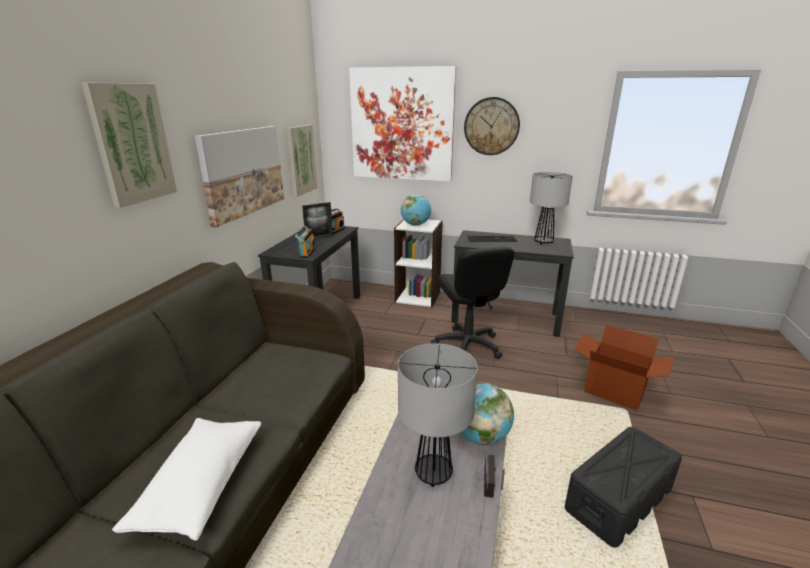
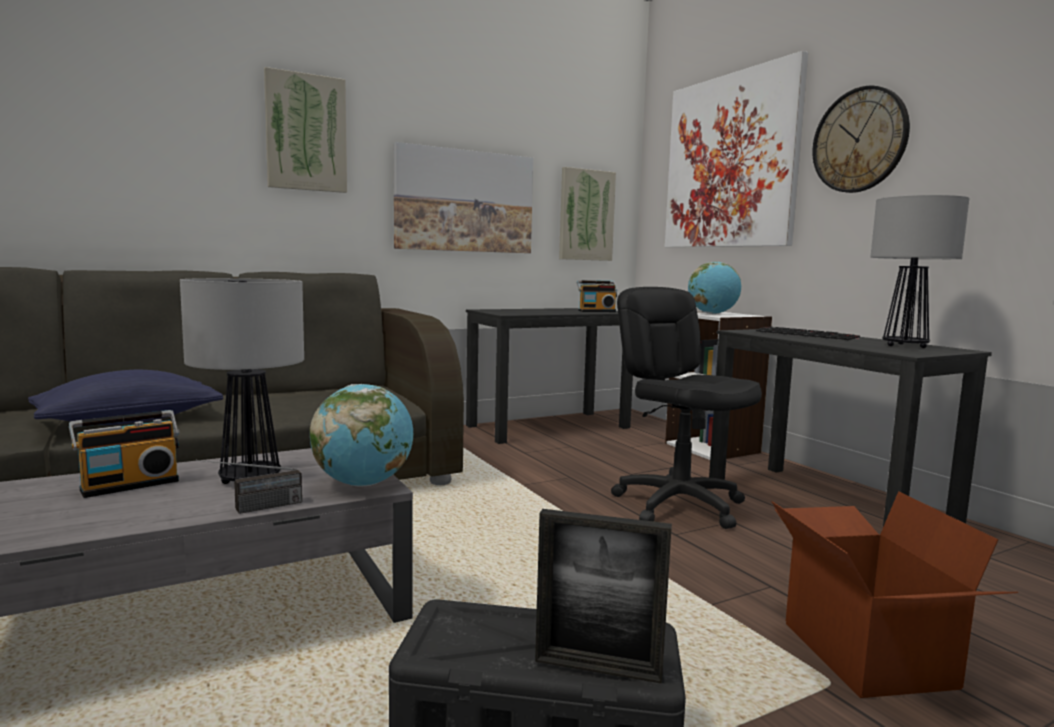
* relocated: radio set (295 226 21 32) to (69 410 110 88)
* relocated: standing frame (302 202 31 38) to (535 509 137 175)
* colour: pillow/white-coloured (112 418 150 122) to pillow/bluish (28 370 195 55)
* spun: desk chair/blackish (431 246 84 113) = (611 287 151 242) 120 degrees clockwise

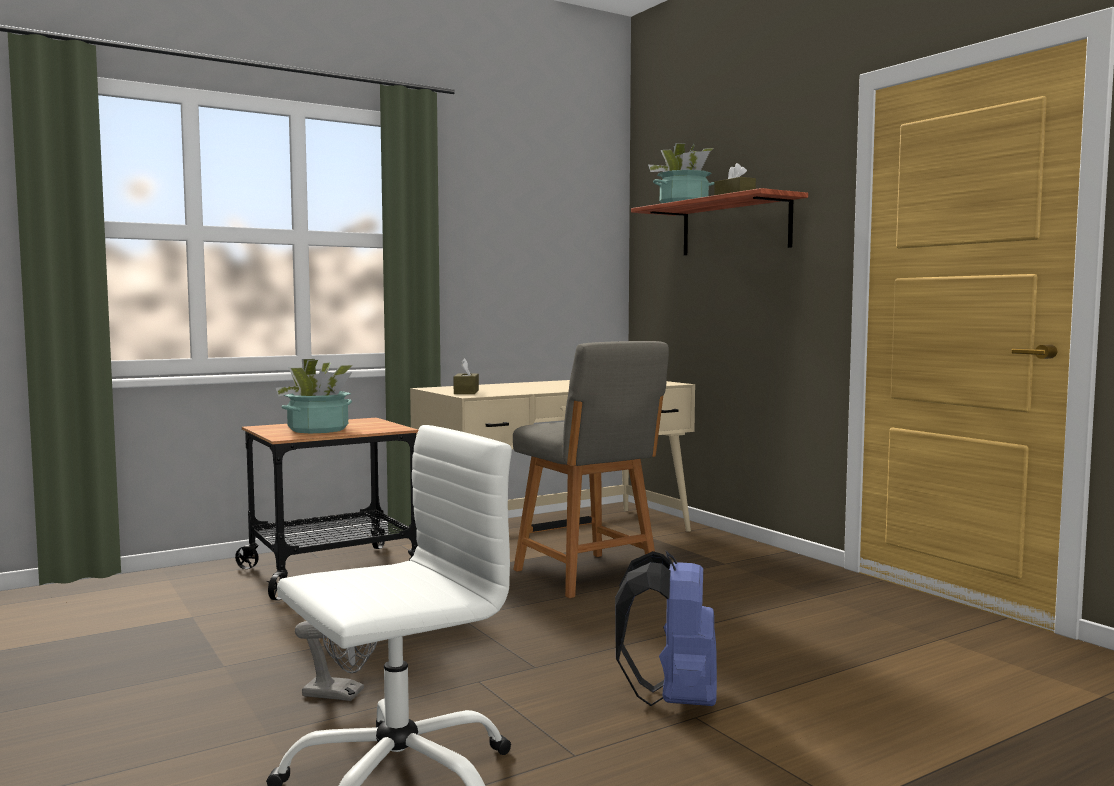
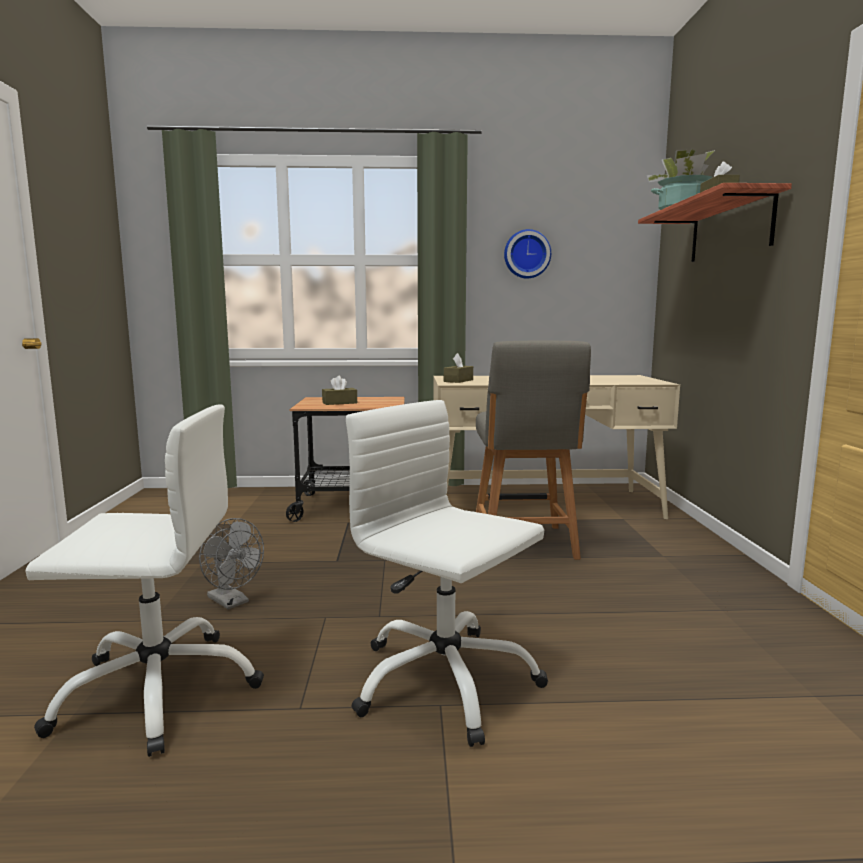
* appeared: hanging clock (504 229 47 49)
* exchanged: potted plant (276 359 77 74) to tissue holder/brown (322 376 35 29)
* exchanged: backpack/bluish (615 551 102 155) to desk chair/white-coloured (346 400 202 347)

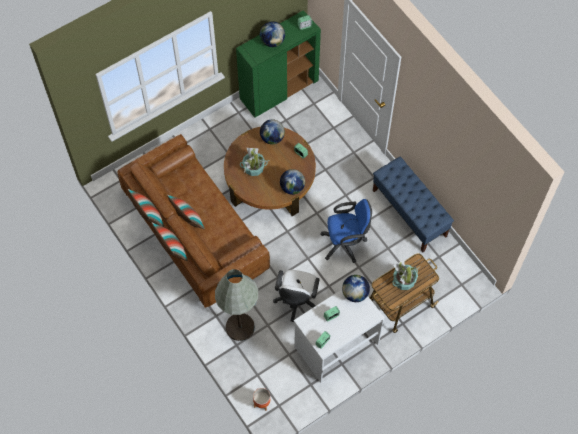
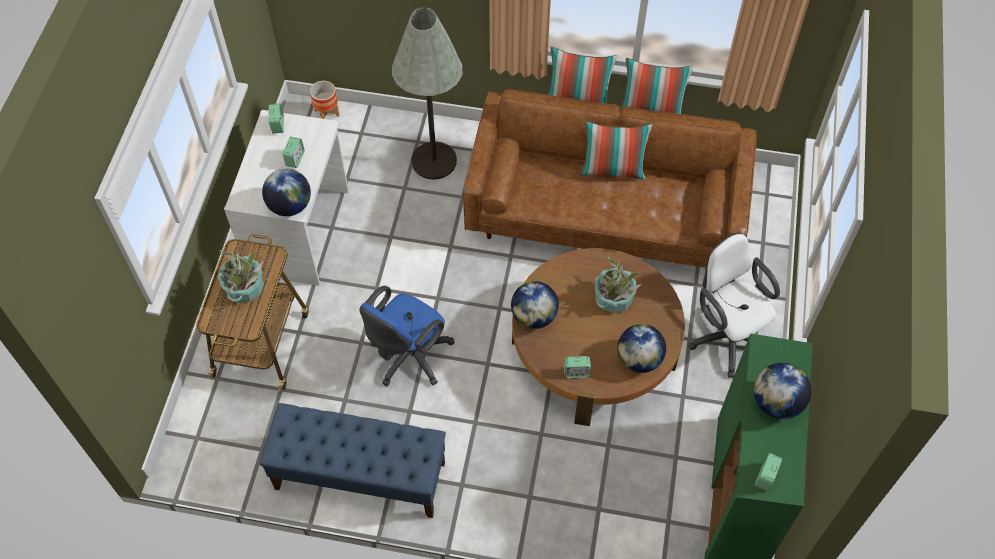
* relocated: desk chair/white-coloured (273 270 46 52) to (688 233 92 145)

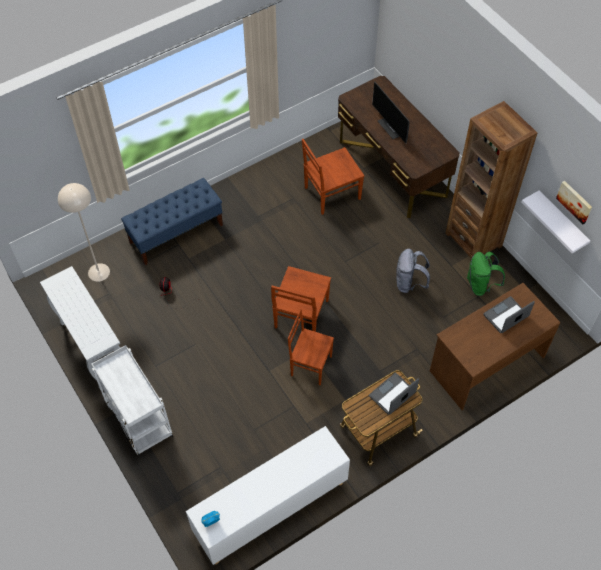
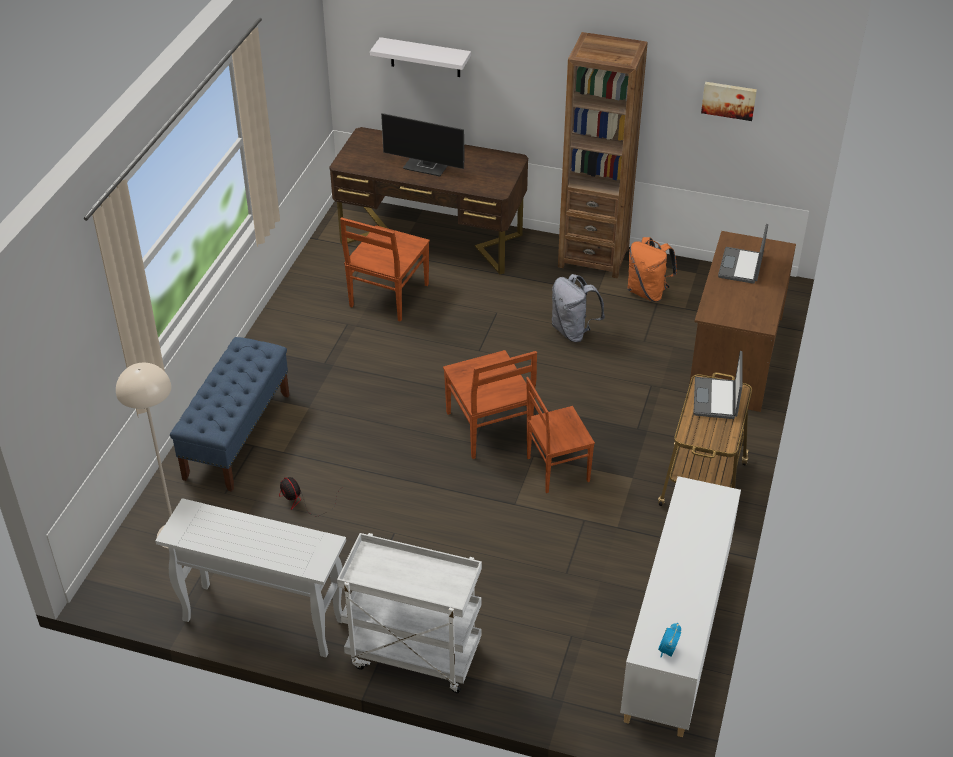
* relocated: bracket shelf/white-coloured (521 190 69 63) to (370 37 101 40)
* colour: backpack/greenish (467 252 38 44) to backpack/orange (627 237 50 65)

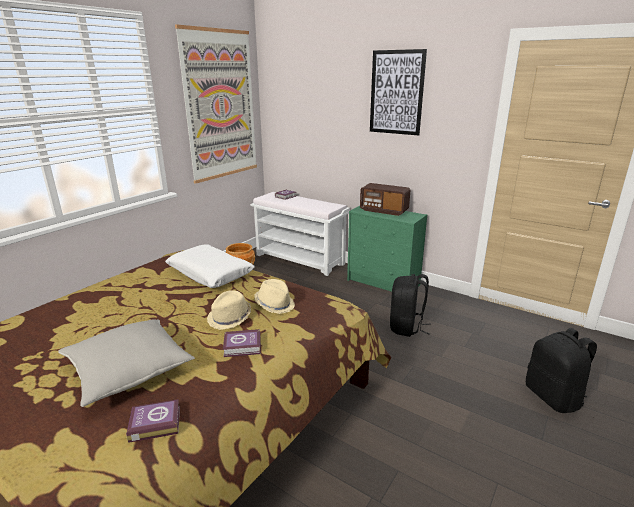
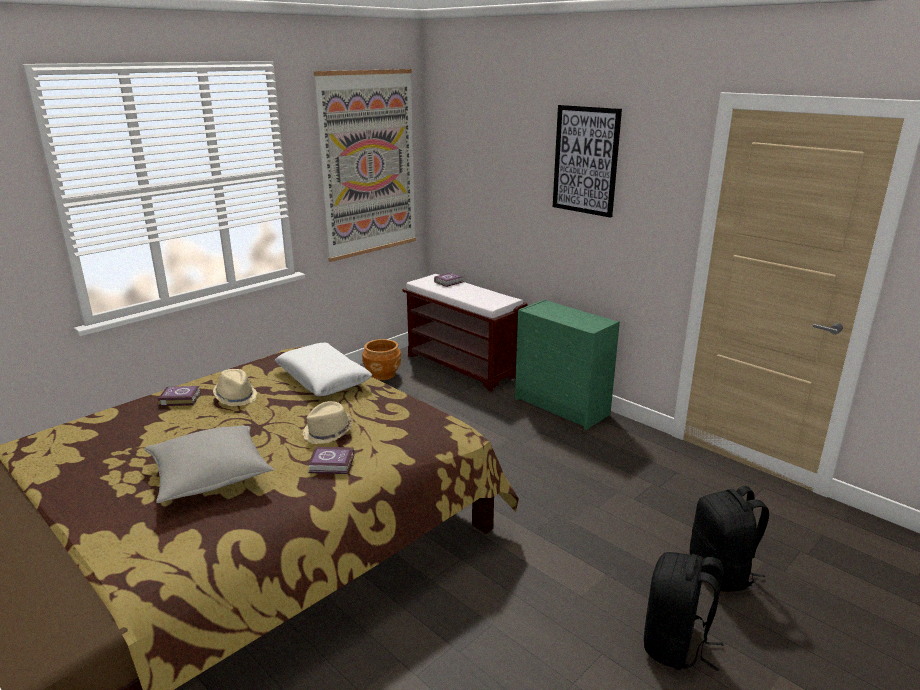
* missing: radio set (360 183 50 33)
* relocated: volume (126 399 54 44) to (157 386 44 20)
* relocated: hat/beige (254 279 41 35) to (213 369 45 37)
* relocated: backpack/blackish (390 274 41 63) to (644 552 80 119)
* colour: long seat/white-coloured (250 192 100 84) to long seat/brown (402 274 126 118)

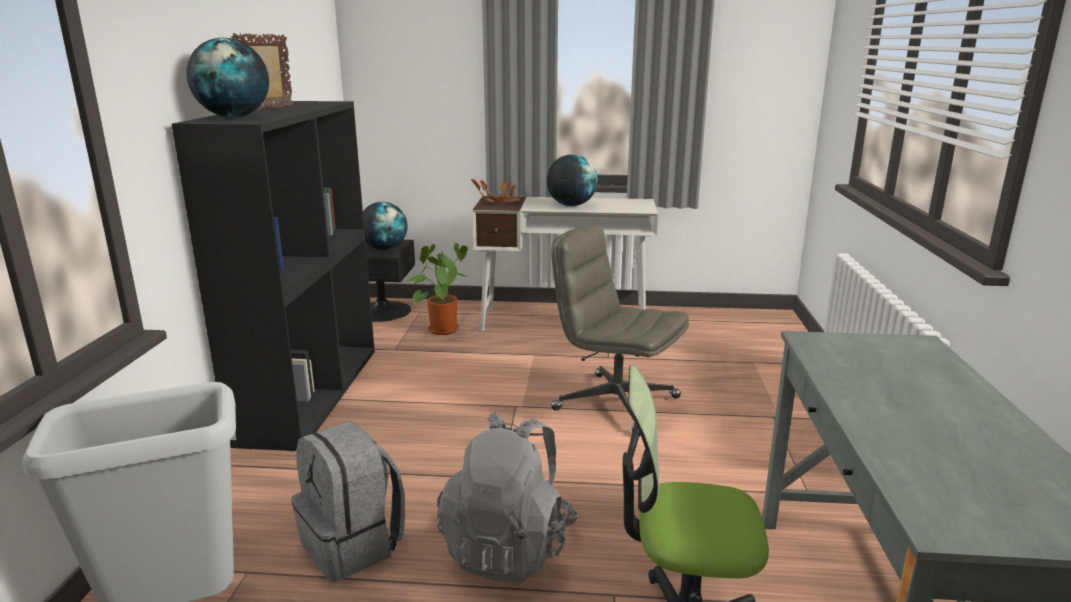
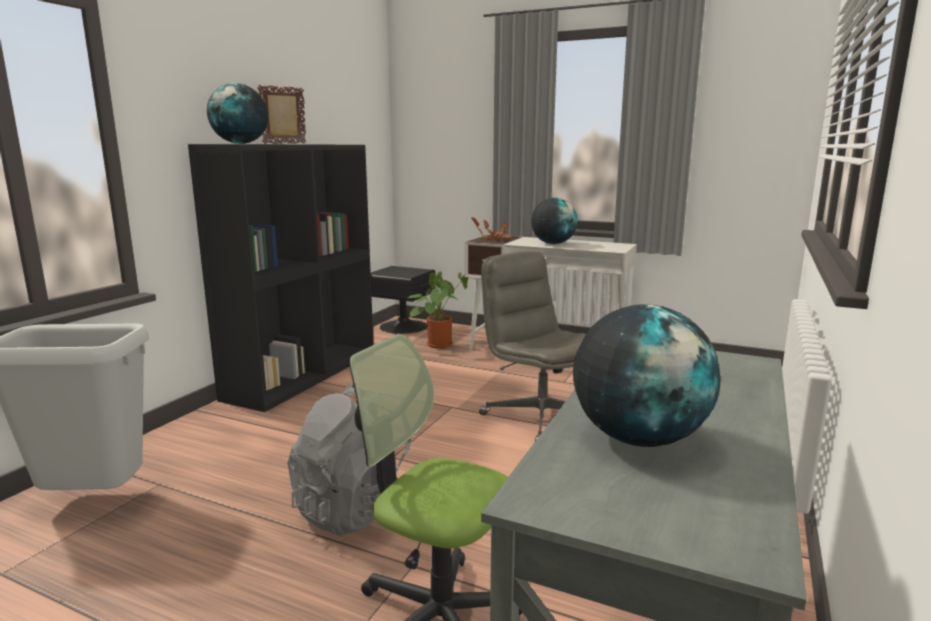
* missing: backpack/grey (291 421 114 160)
* relocated: world globe (363 202 45 48) to (573 304 147 143)

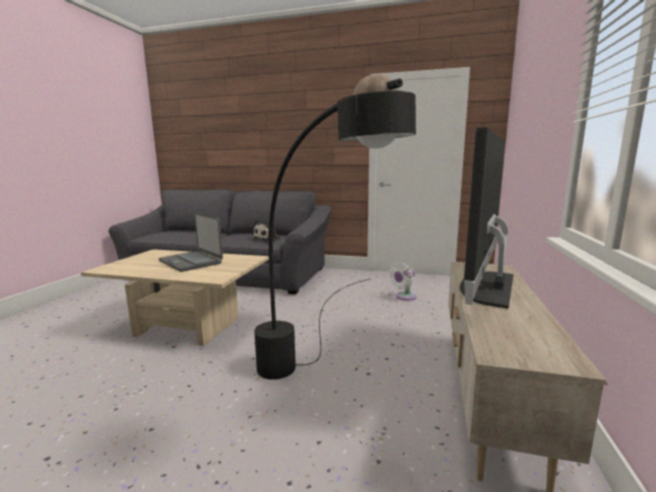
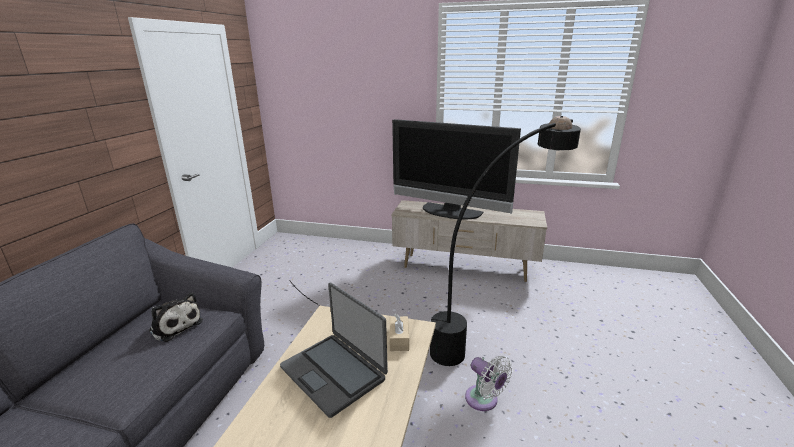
* appeared: tissue holder/beige (389 314 20 37)
* relocated: electric fan/white-coloured (390 262 27 39) to (465 356 47 55)
* spun: laptop (159 213 64 59) = (280 283 108 135) 90 degrees clockwise

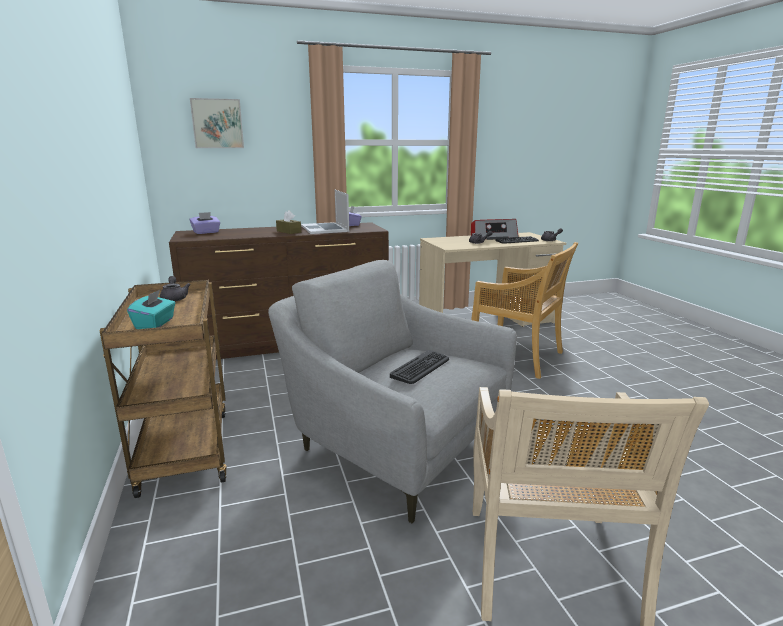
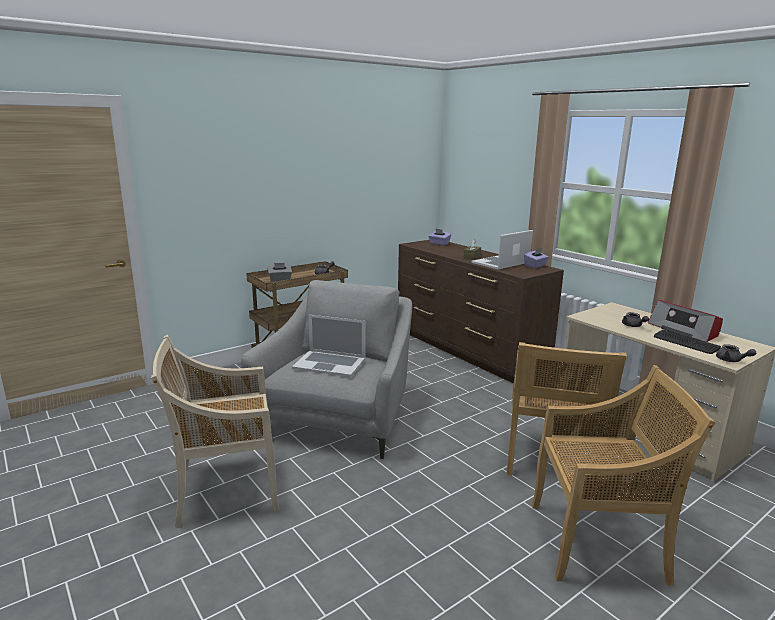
* missing: wall picture (190 98 54 50)
* appeared: chair/beige (532 365 184 221)
* exchanged: keyboard (390 350 59 34) to laptop (292 315 73 62)
* colour: tissue holder/turquoise (127 290 48 39) to tissue holder/grey (267 263 25 18)

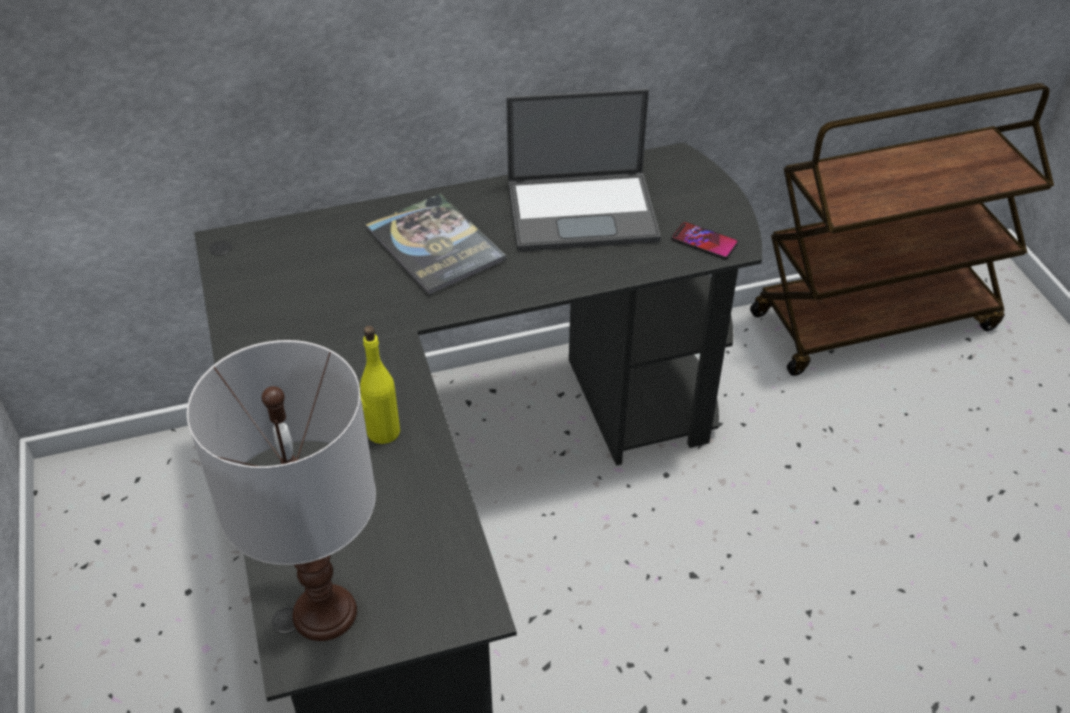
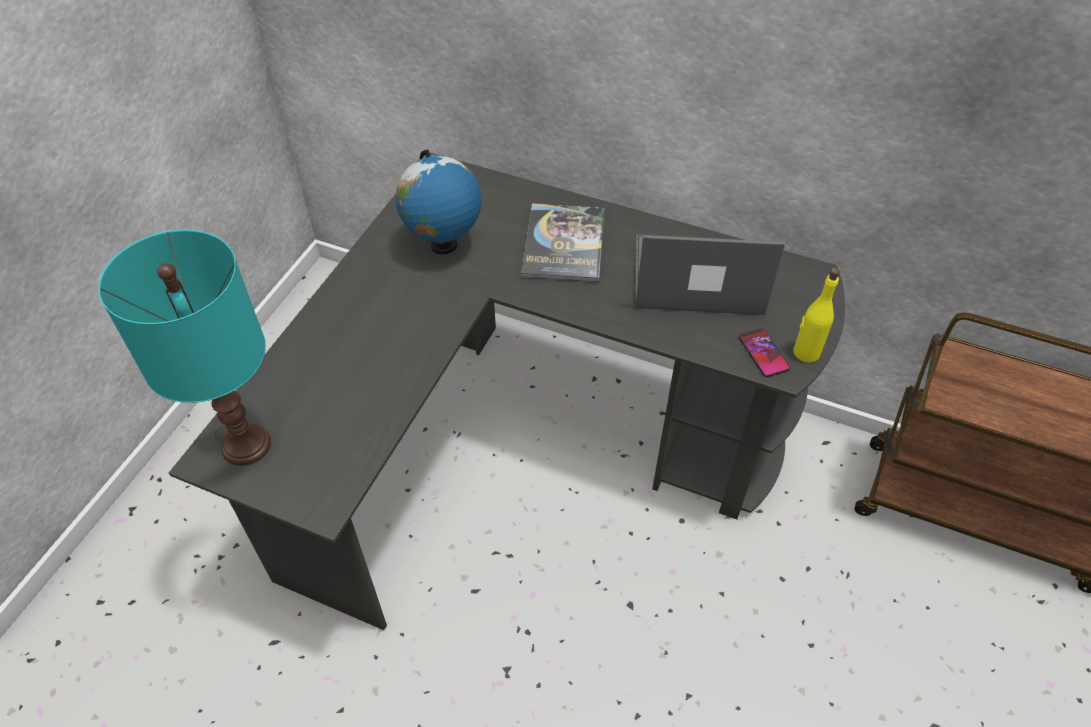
* appeared: world globe (396 149 86 105)
* relocated: beverage bottle/yellowish (360 326 40 118) to (793 268 47 95)
* colour: table lamp/white-coloured (187 340 189 301) to table lamp/turquoise (99 229 172 237)
* spun: laptop (506 89 155 163) = (635 235 150 80) 150 degrees clockwise

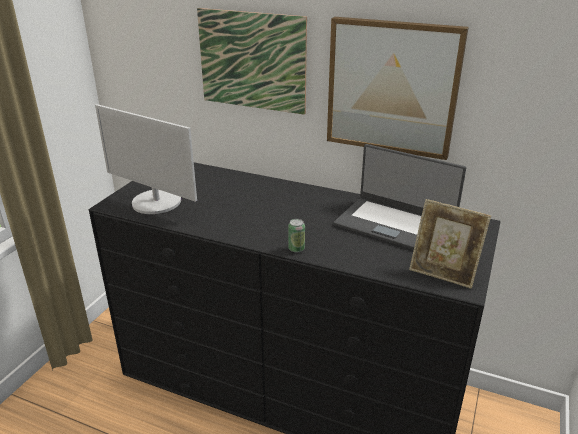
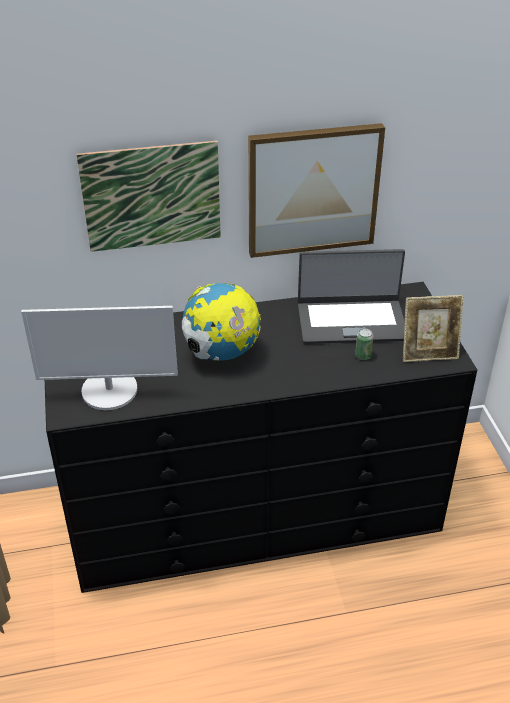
* appeared: world globe (182 283 79 78)
* relocated: sealed can (288 219 17 34) to (355 328 19 32)

